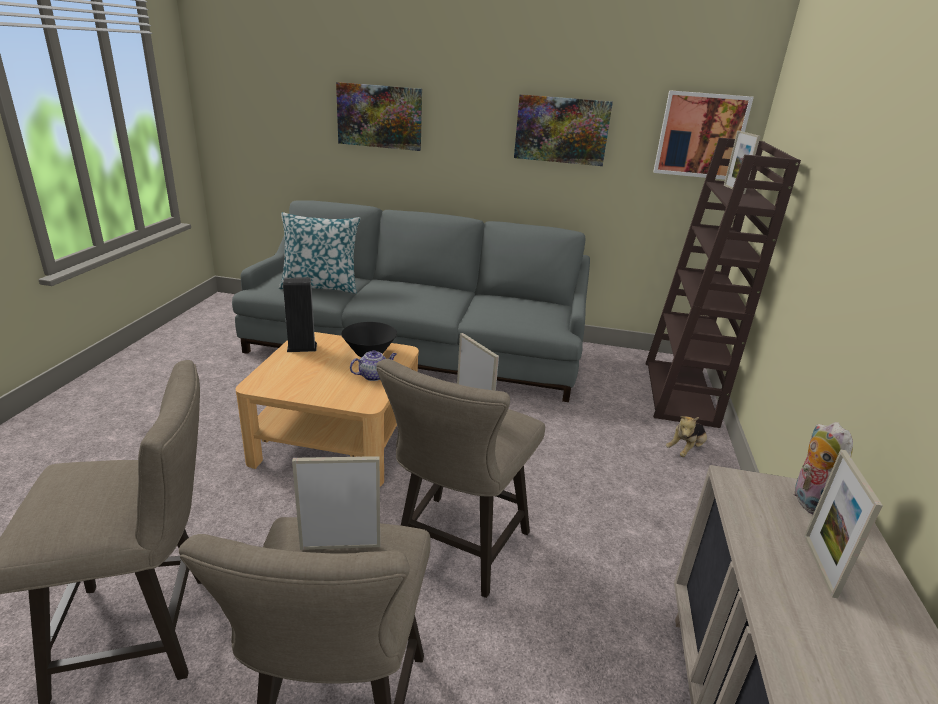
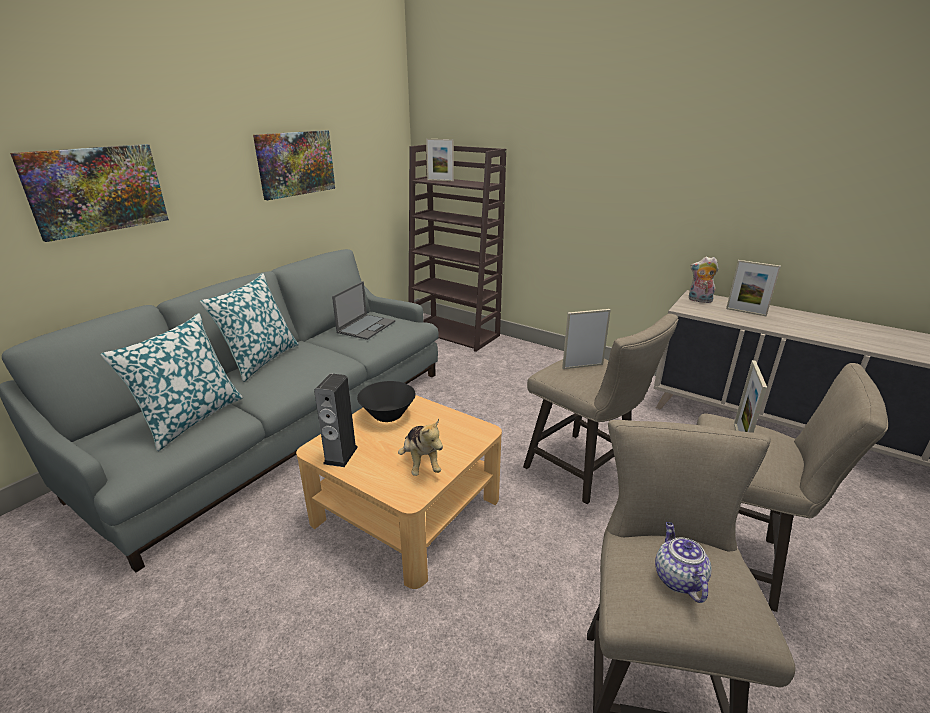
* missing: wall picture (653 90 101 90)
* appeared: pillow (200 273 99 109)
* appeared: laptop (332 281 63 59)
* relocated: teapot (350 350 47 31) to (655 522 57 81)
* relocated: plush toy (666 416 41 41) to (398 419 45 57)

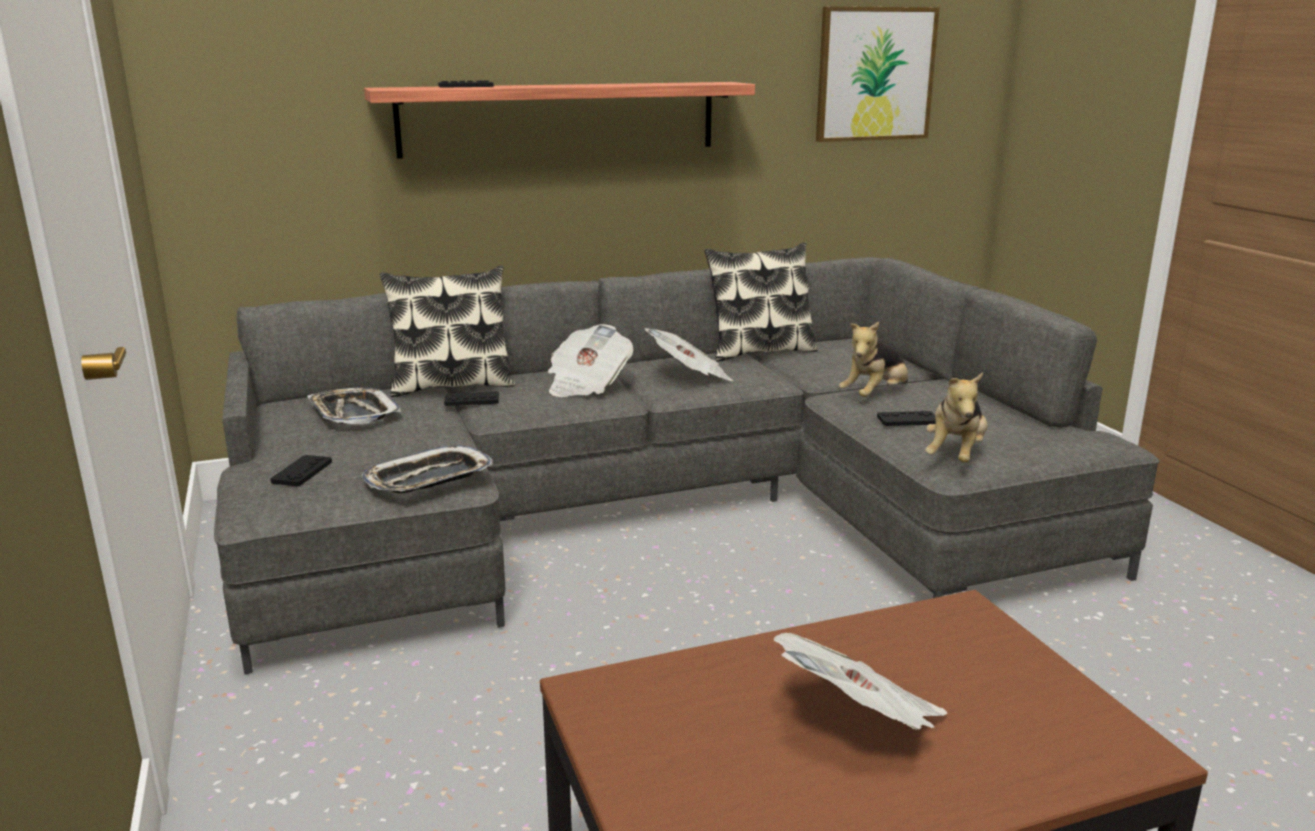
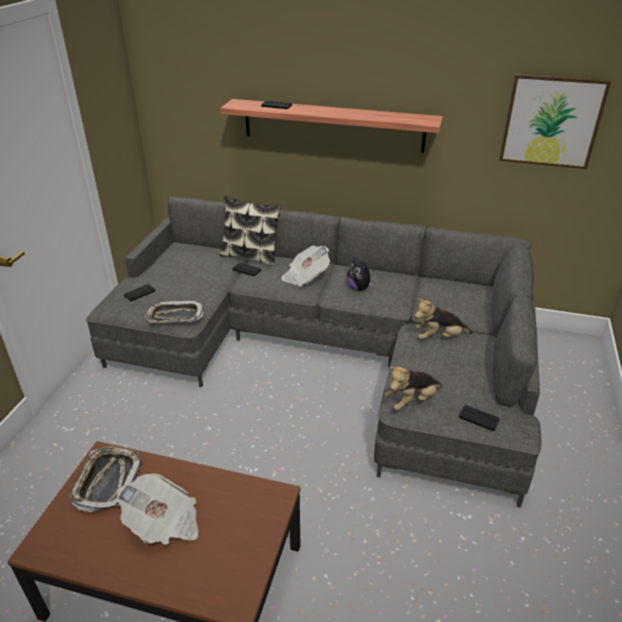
* missing: pillow (705 242 113 119)
* relocated: tray (307 387 94 37) to (70 447 72 65)
* relocated: joypad/blackish (877 411 59 15) to (459 405 41 26)
* exchanged: newspaper (644 328 89 53) to plush toy (347 257 27 34)

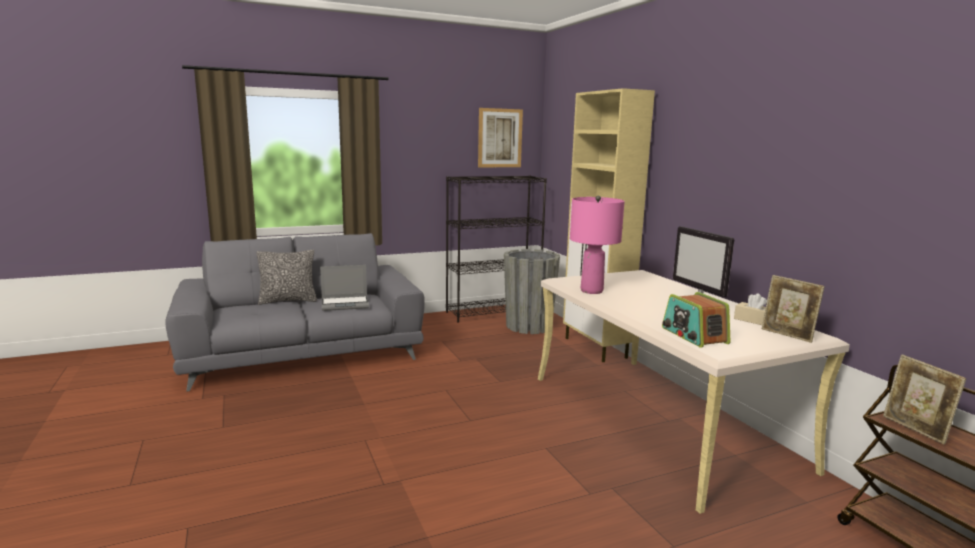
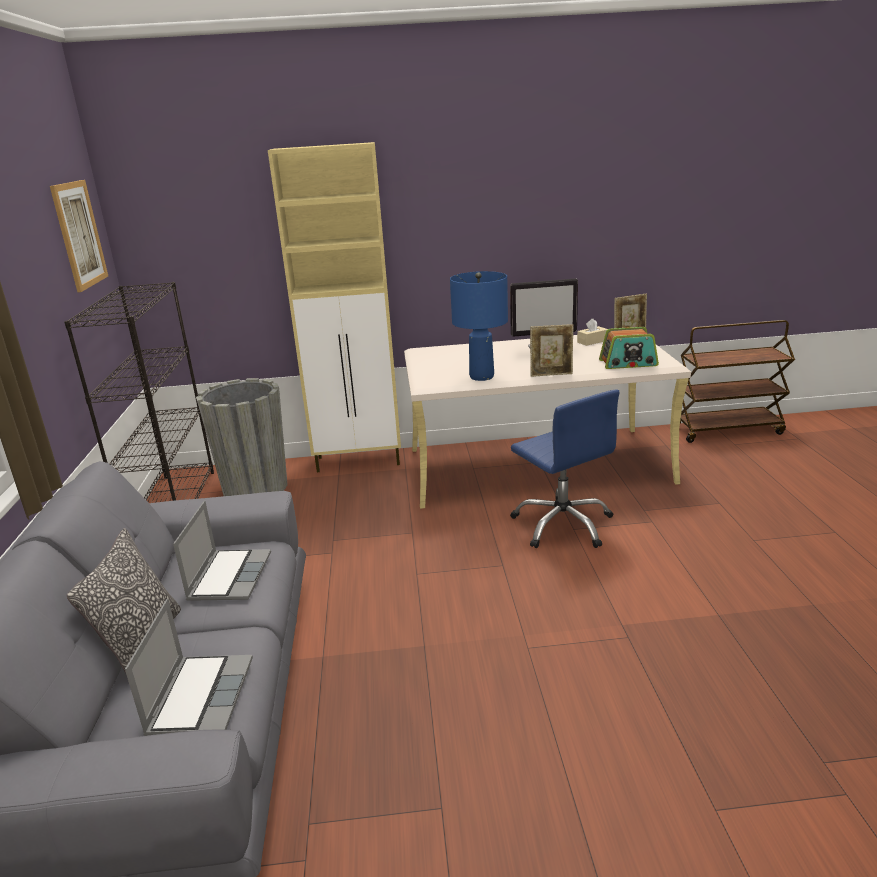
* appeared: laptop (125 599 128 137)
* appeared: desk chair/bluish (510 389 110 159)
* relocated: standing frame (883 355 83 89) to (530 324 44 53)
* colour: table lamp/pink-coloured (570 196 55 98) to table lamp/bluish (450 271 58 110)

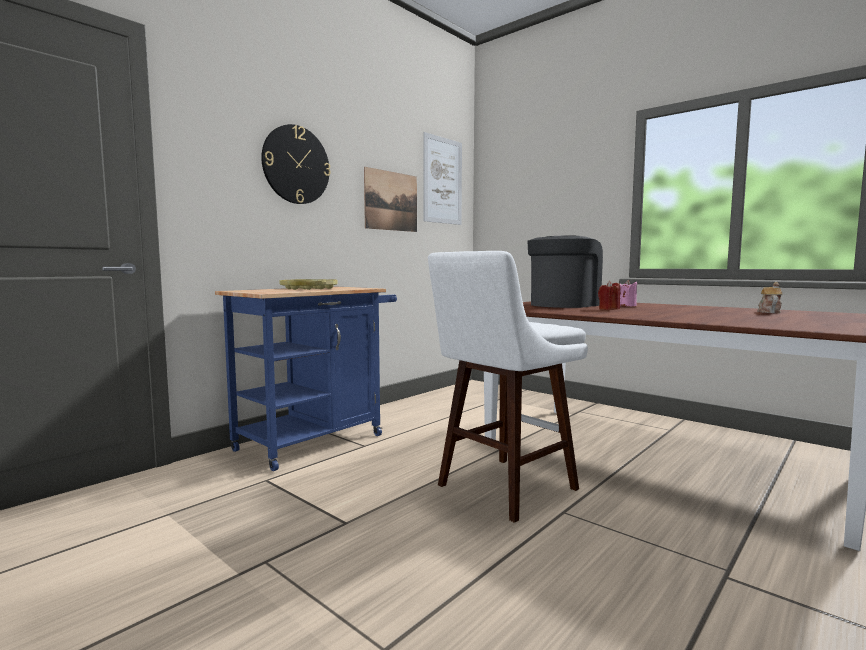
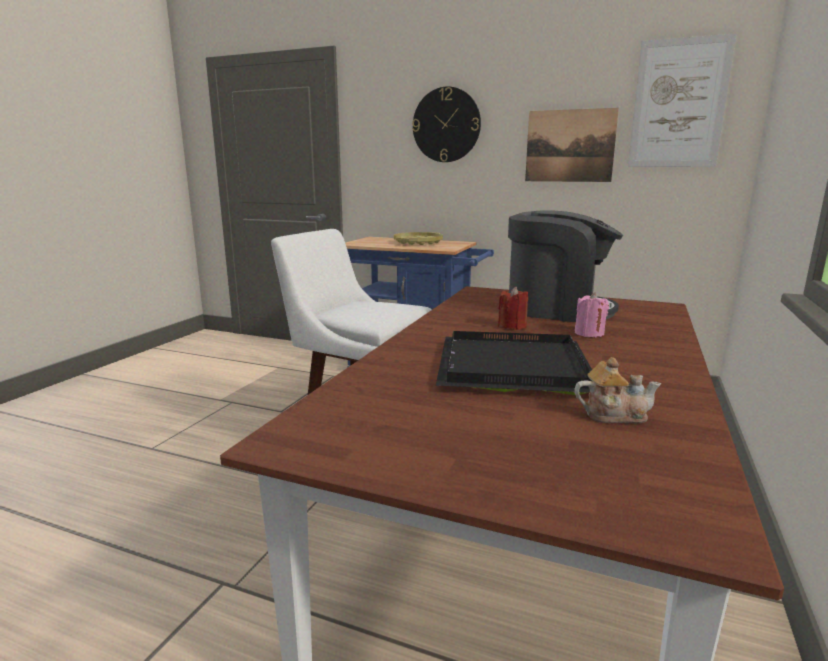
* appeared: tray/blackish (436 331 156 64)

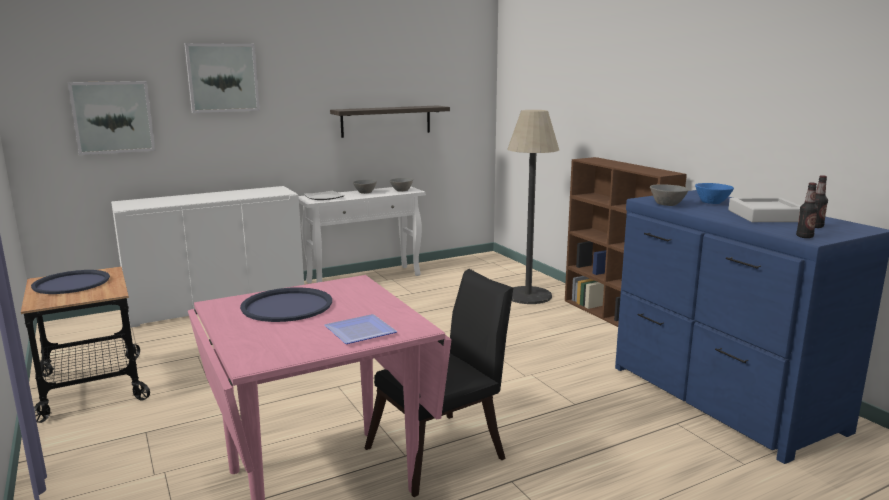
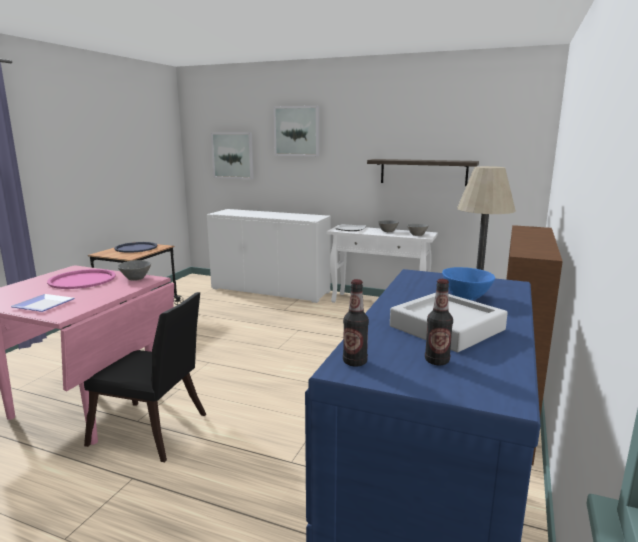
* relocated: deep dish/grey (650 184 39 22) to (117 260 34 21)
* colour: tray/bluish (240 287 92 35) to tray/pink-coloured (47 269 69 20)

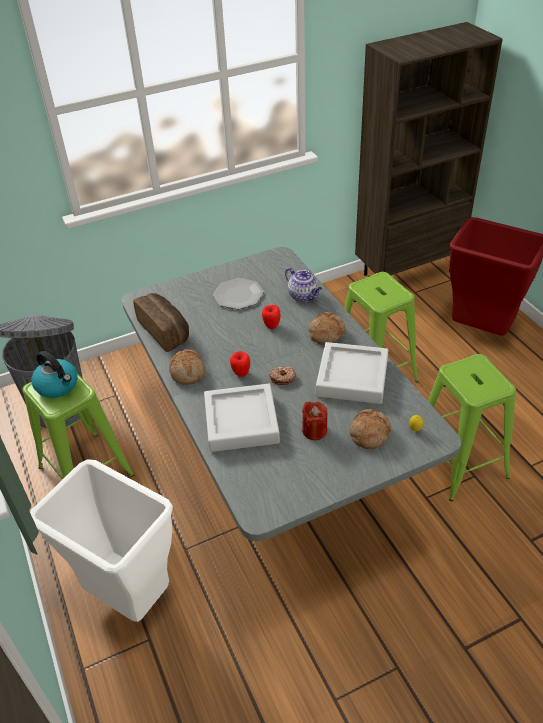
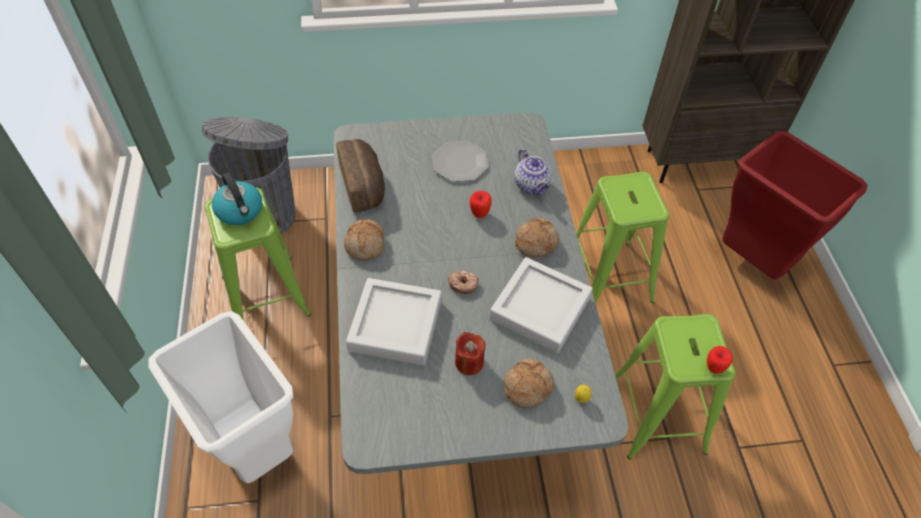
* relocated: apple fruit (230 351 20 26) to (707 346 26 28)

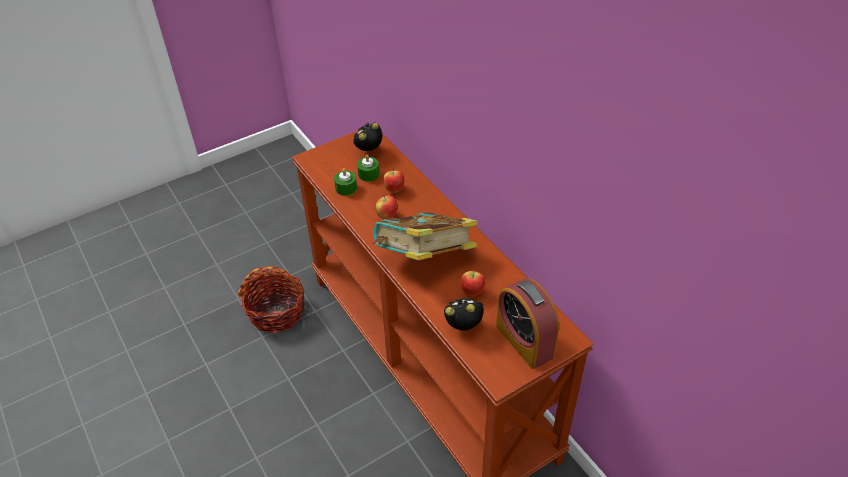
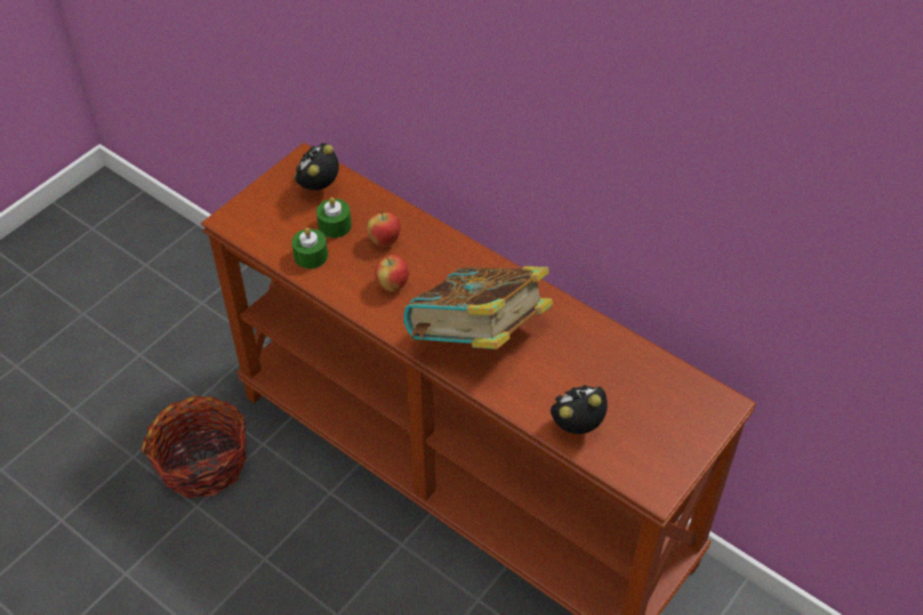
* missing: apple fruit (461 270 24 26)
* missing: bedside clock (496 278 63 91)

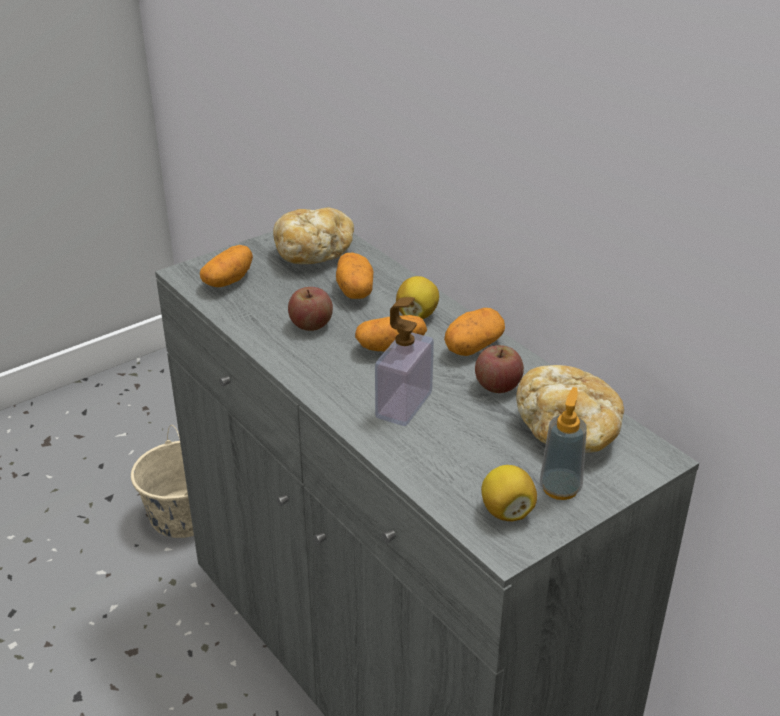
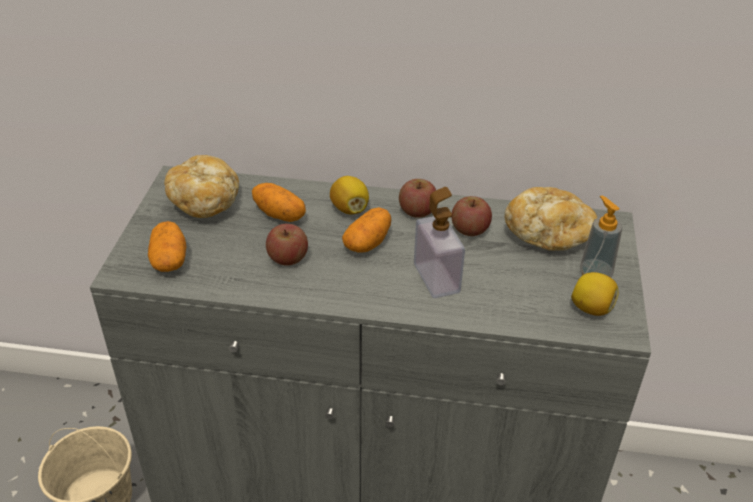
* exchanged: spud (444 308 61 48) to apple fruit (399 179 37 39)

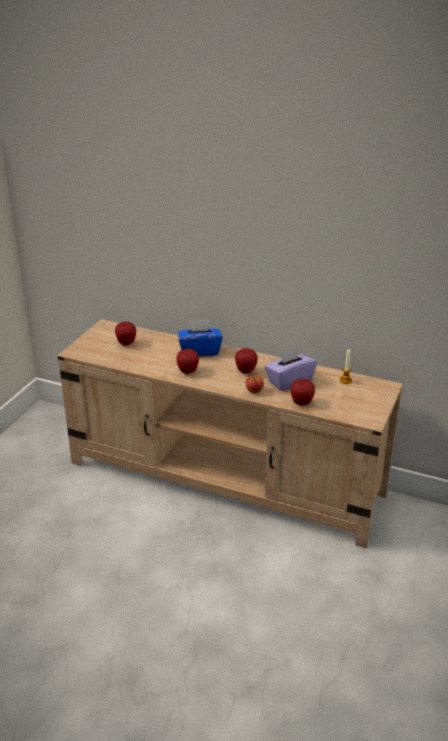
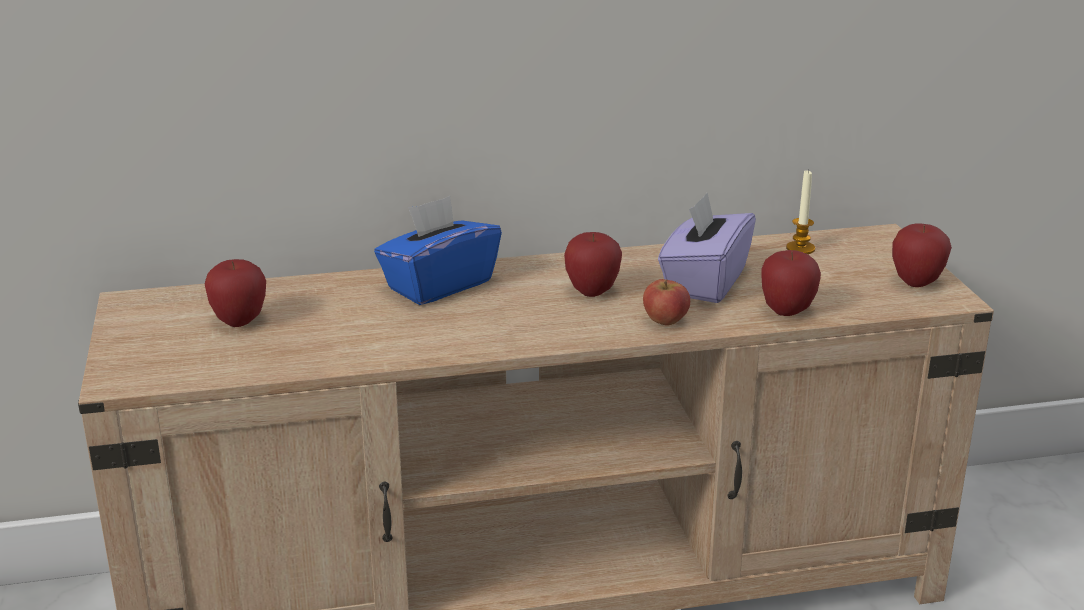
* relocated: apple fruit (176 349 23 25) to (892 223 60 64)

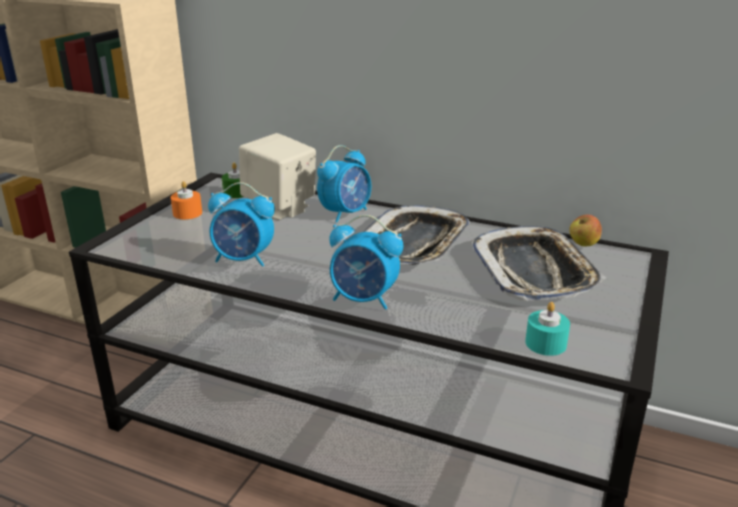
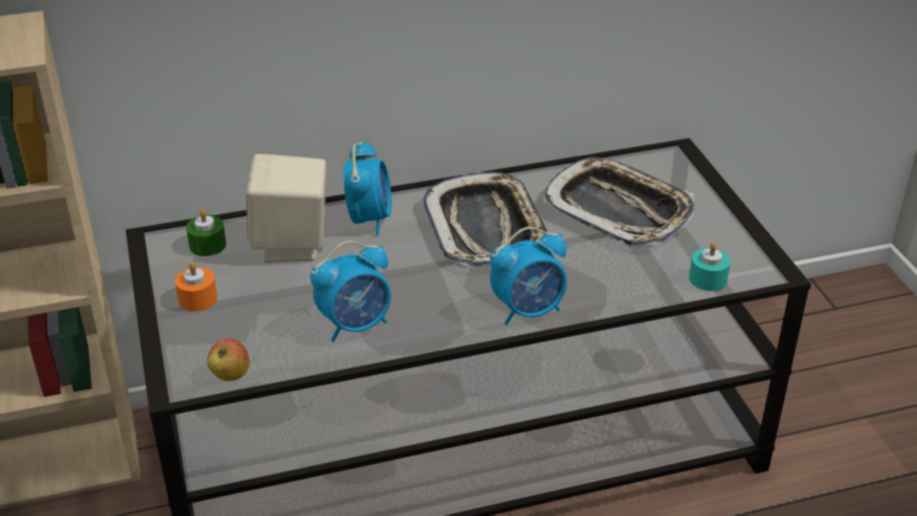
* relocated: apple fruit (569 215 33 32) to (207 338 43 43)

